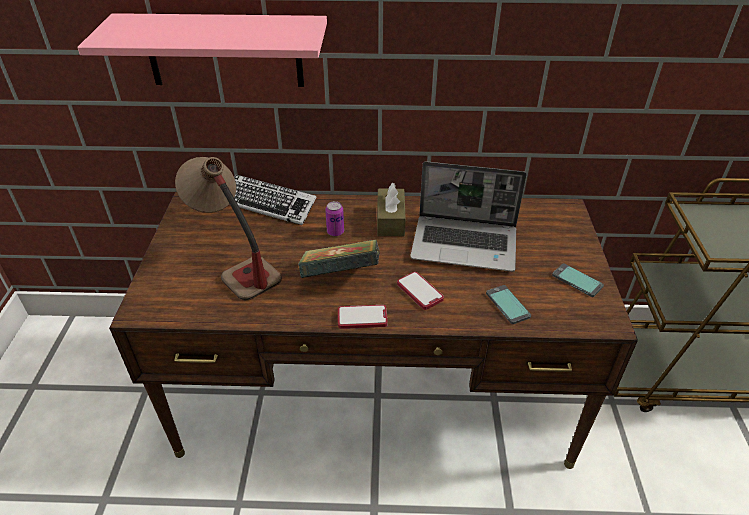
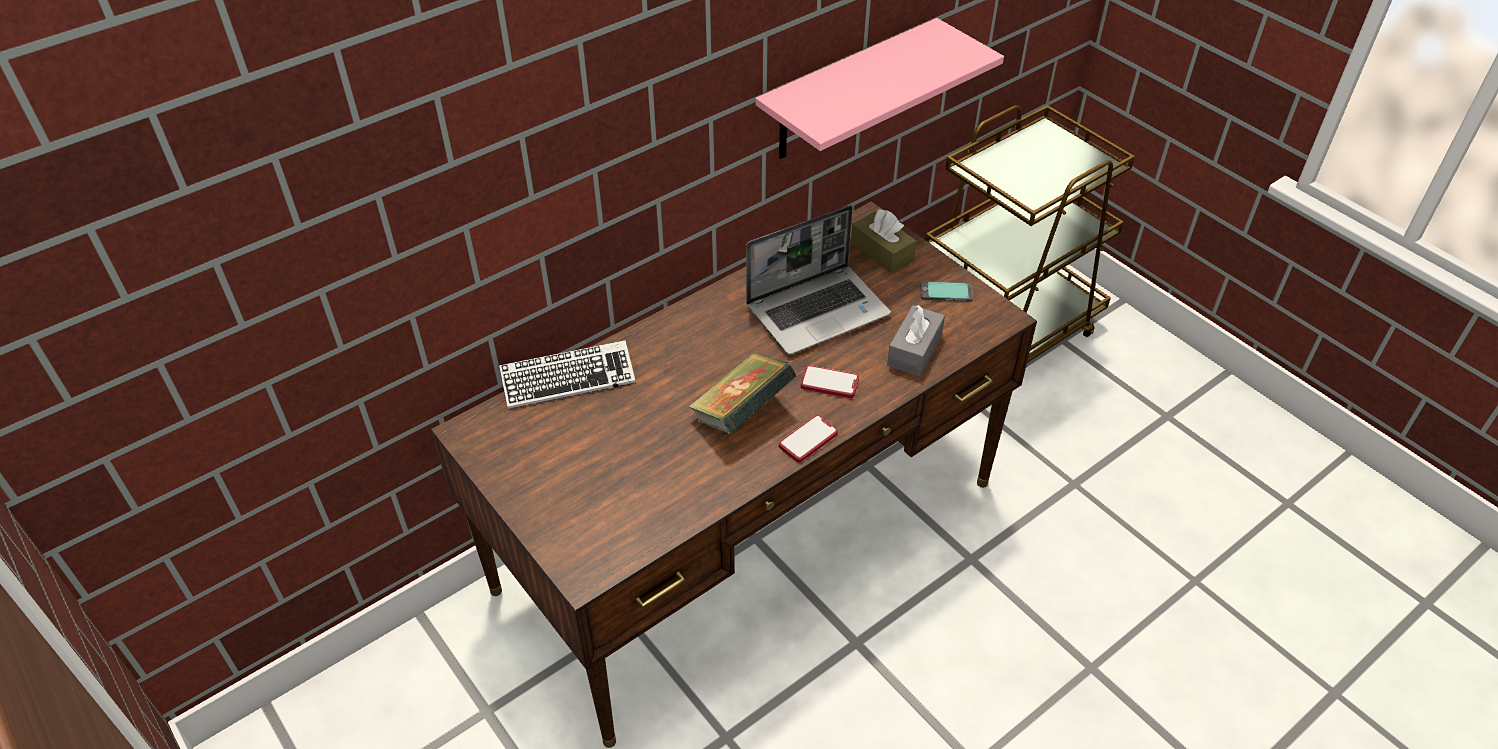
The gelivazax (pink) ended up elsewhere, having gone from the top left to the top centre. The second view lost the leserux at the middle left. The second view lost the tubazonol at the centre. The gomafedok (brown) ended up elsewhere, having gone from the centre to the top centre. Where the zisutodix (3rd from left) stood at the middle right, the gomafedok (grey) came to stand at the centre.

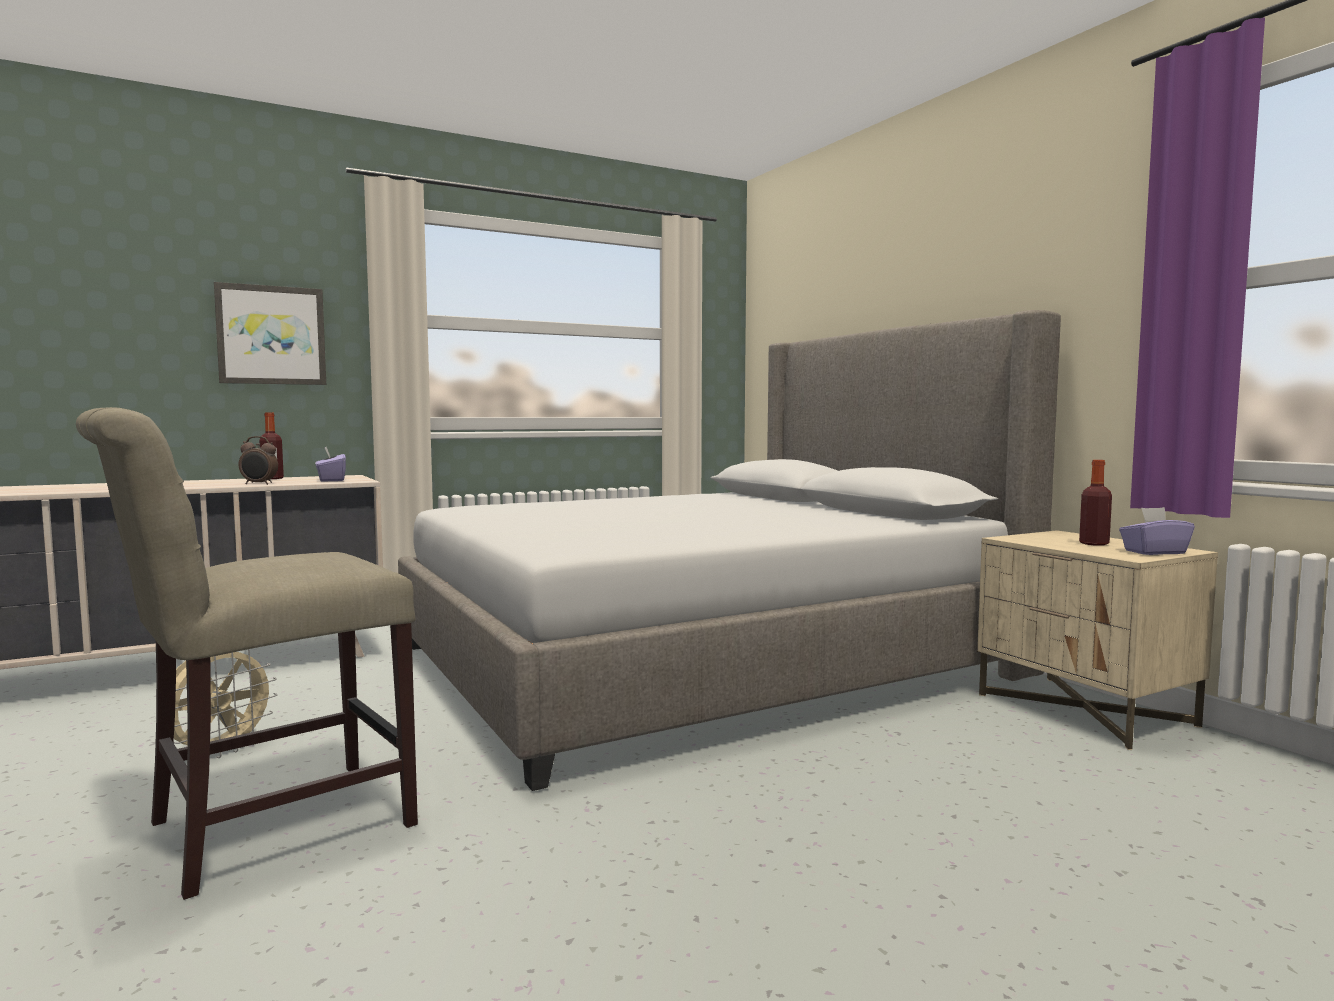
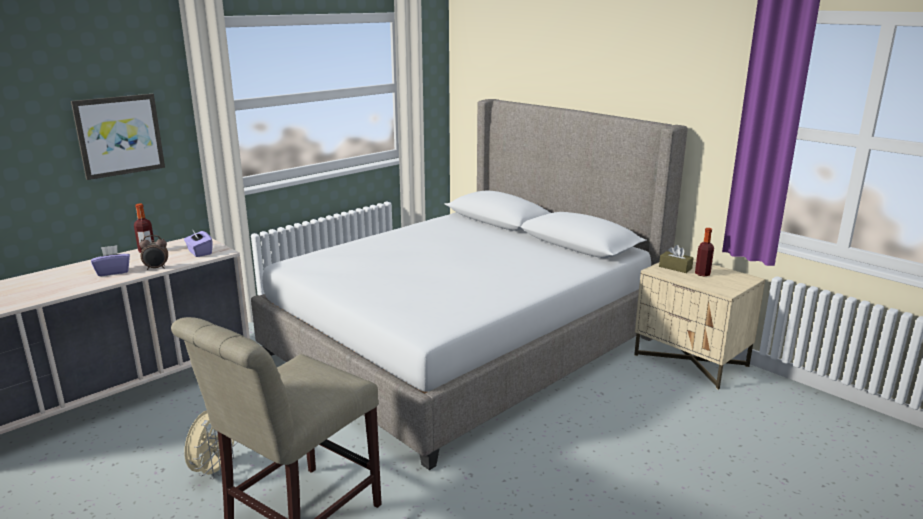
The gomafedok (purple) (2nd from left in the first image) ended up elsewhere, having gone from the middle right to the middle left. The second view gained the gomafedok (brown) at the middle right.

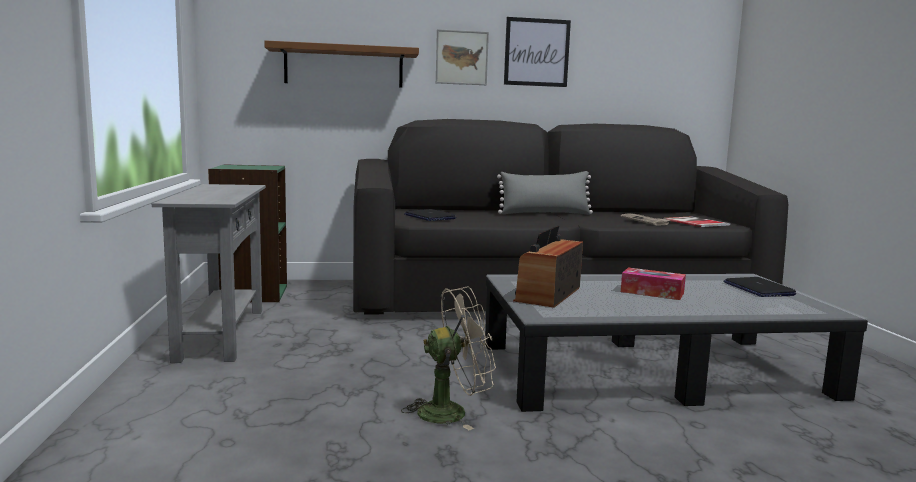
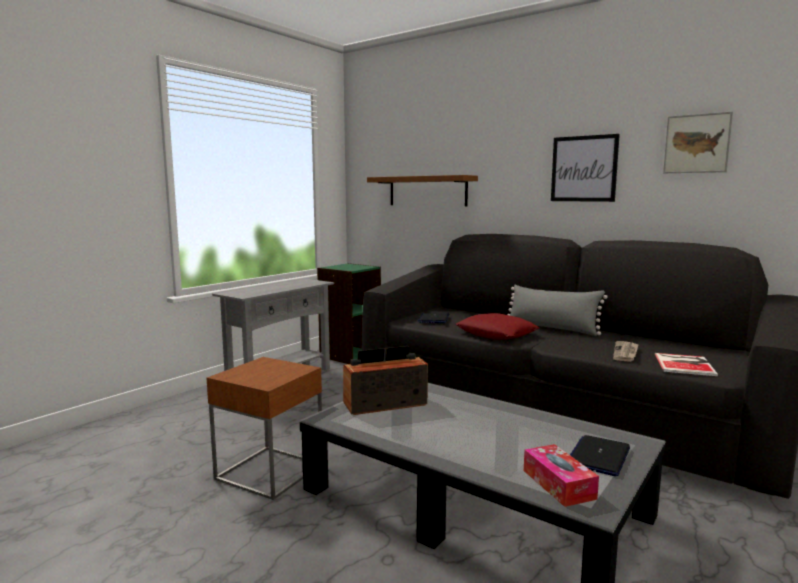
Where the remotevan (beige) stood at the bottom centre, the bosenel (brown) came to stand at the bottom left. The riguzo (1st from left in the first image) ended up elsewhere, having gone from the top centre to the top right. The gomafedok ended up elsewhere, having gone from the middle right to the bottom right. The second view gained the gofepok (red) at the centre.

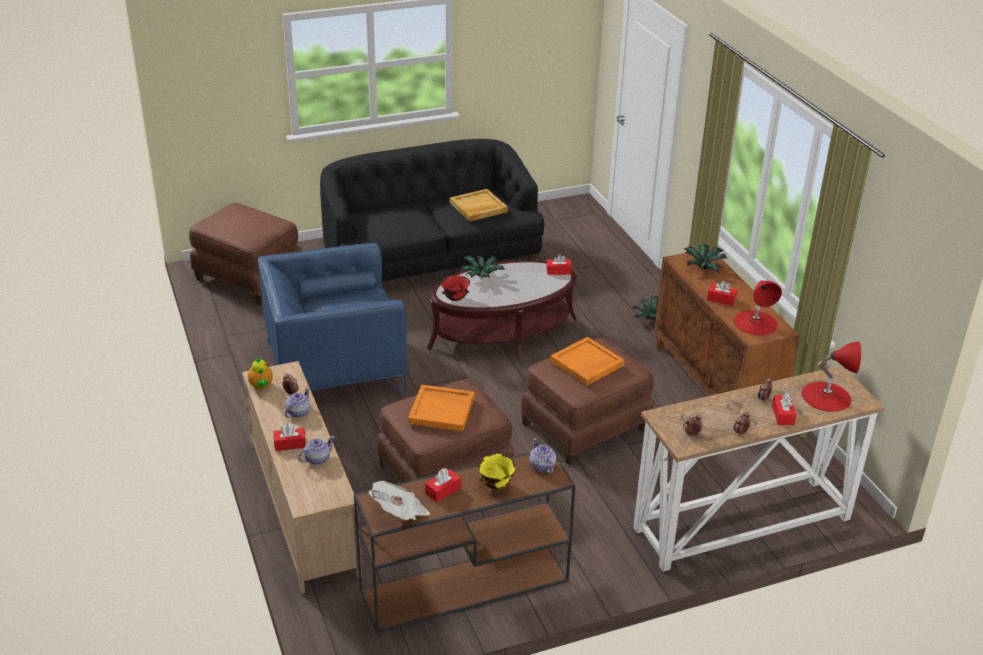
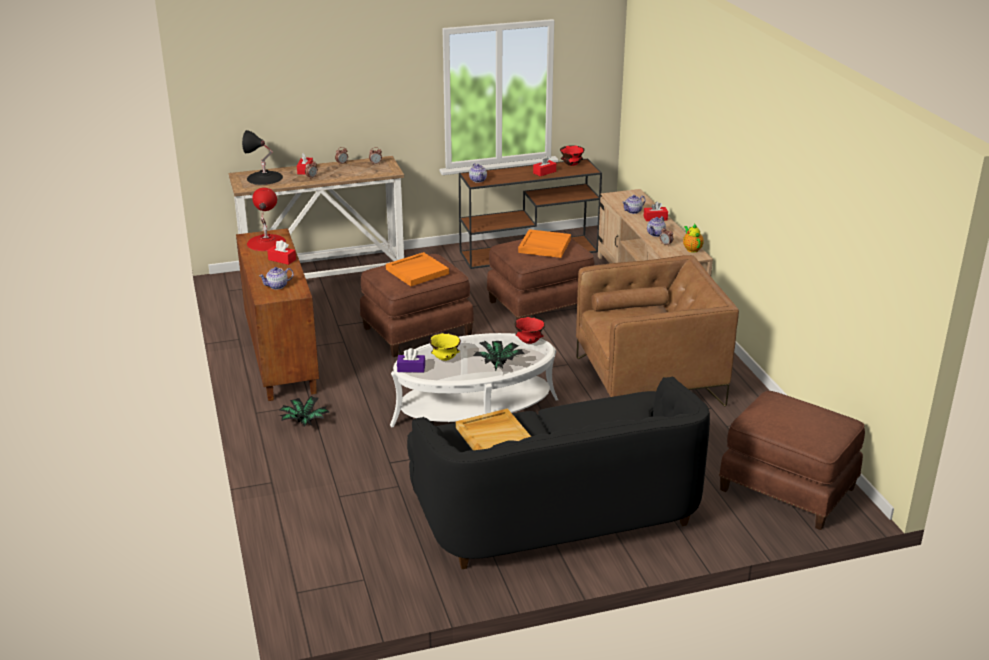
What was the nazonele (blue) at the centre turned into the nazonele (brown) at the centre. Where the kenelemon stood at the bottom centre, the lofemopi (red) (2nd from left) came to stand at the top centre. What was the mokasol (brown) at the centre turned into the mokasol (white) at the centre. The lofemopi (yellow) ended up elsewhere, having gone from the bottom centre to the centre. What was the gomafedok (red) (3rd from left) at the centre turned into the gomafedok (purple) at the centre. Where the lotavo (3rd from left) stood at the middle right, the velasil (1st from left) came to stand at the middle left. What was the leserux (red) (2nd from left) at the middle right turned into the leserux (black) at the top left.

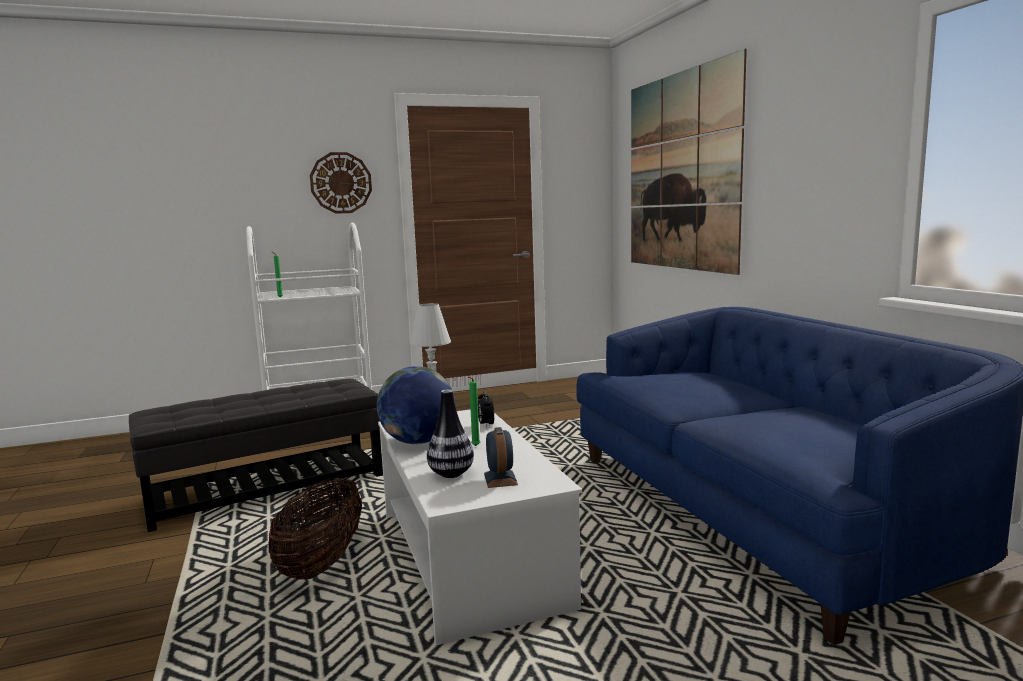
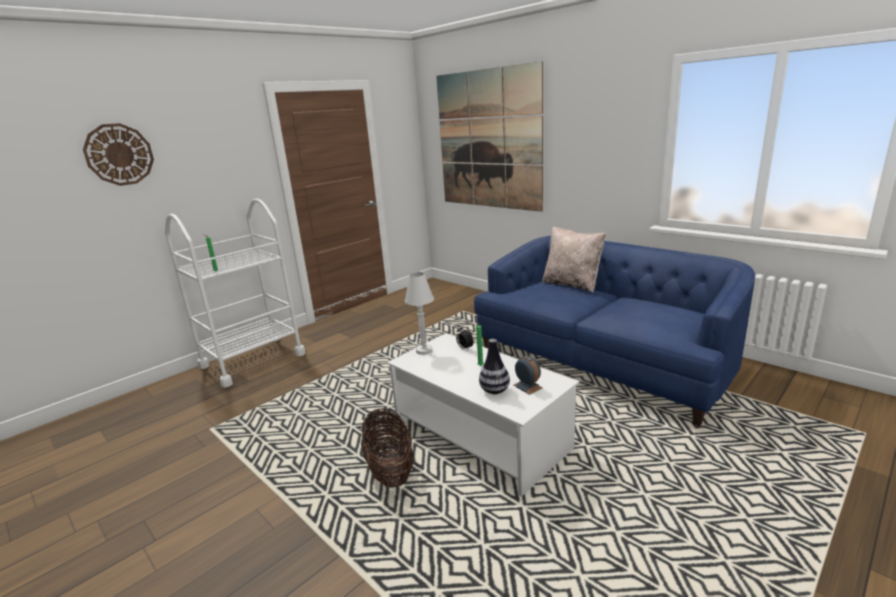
The second view lost the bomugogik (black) at the bottom left. The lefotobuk ended up elsewhere, having gone from the top centre to the top left. The second view lost the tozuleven at the centre. The second view gained the gofepok (beige) at the centre.

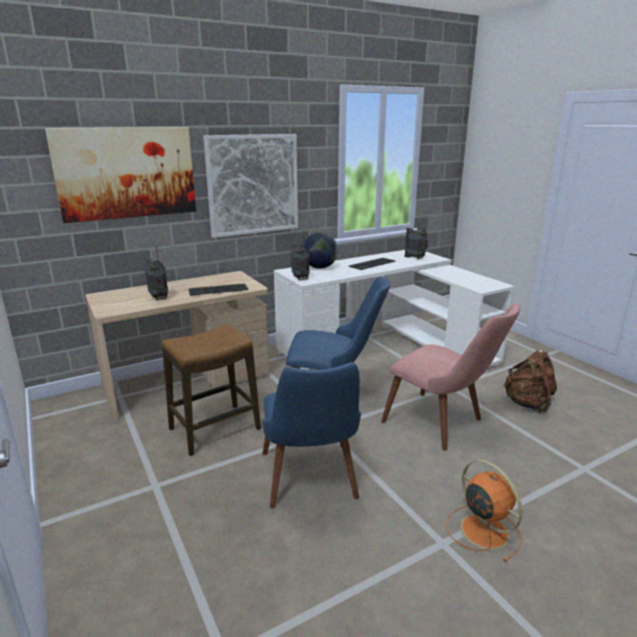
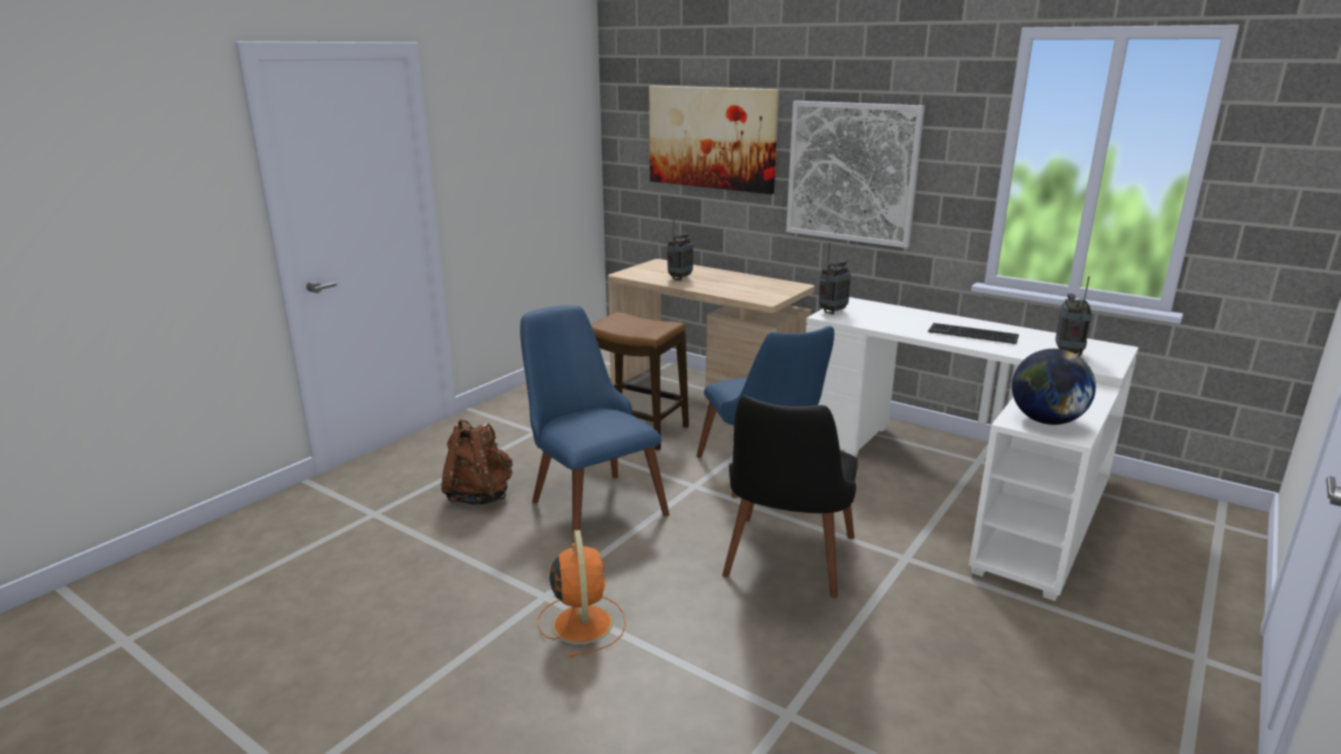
The second view lost the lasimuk (1st from left) at the centre. The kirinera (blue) (1st from left) at the bottom centre ended up facing another way, 90 degrees clockwise from before. The tozuleven ended up elsewhere, having gone from the centre to the middle right. What was the kirinera (pink) at the middle right turned into the kirinera (black) at the centre. The remotevan (orange) at the bottom right ended up facing another way, 45 degrees counterclockwise from before. The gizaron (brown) ended up elsewhere, having gone from the middle right to the centre.

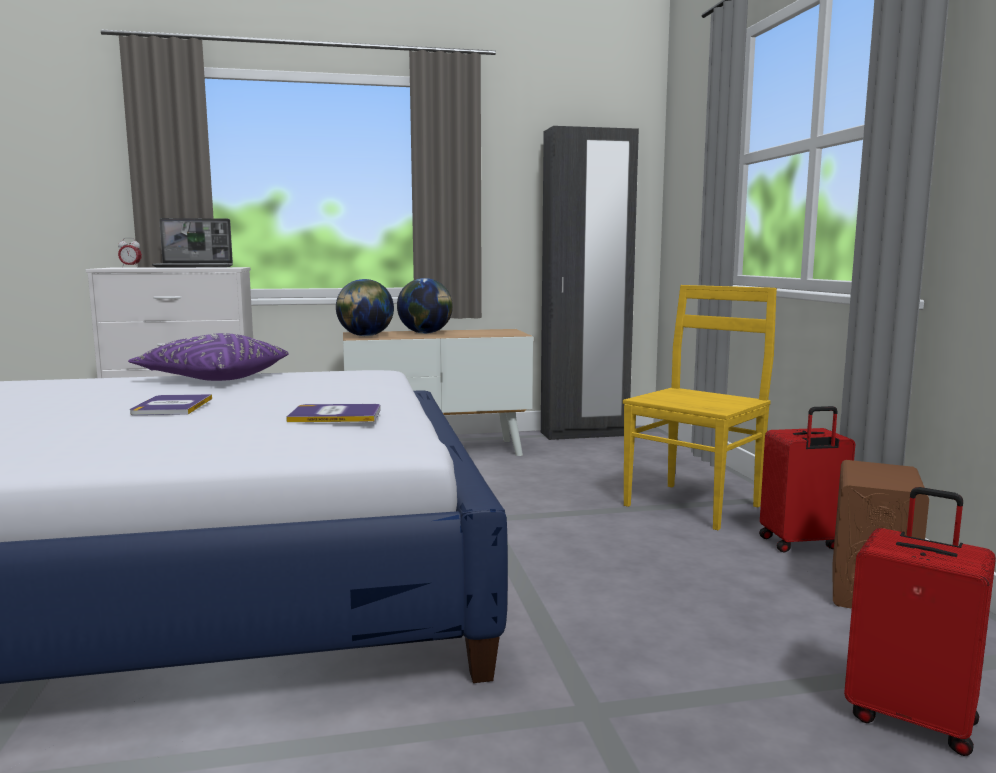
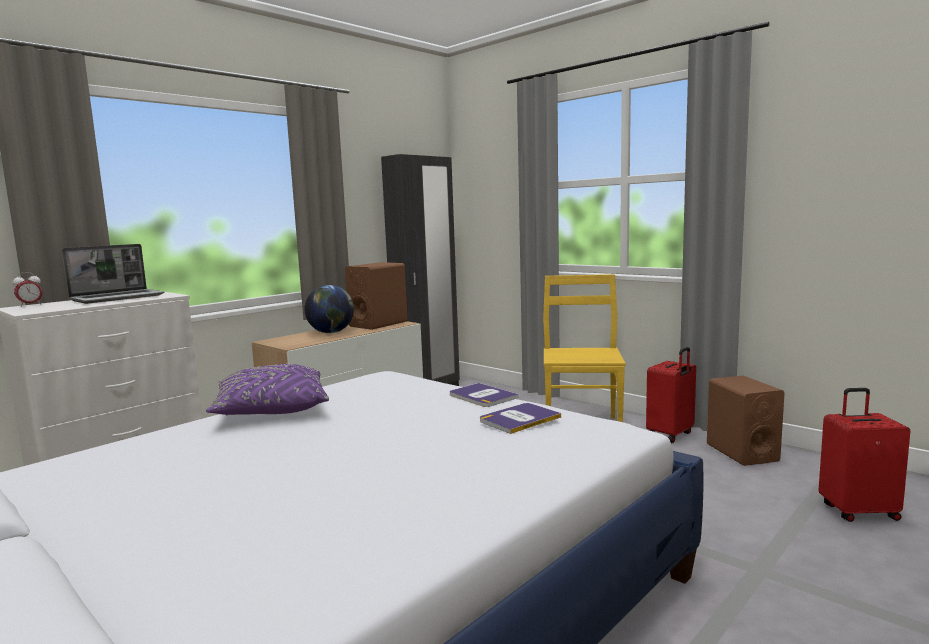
The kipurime (1st from left) ended up elsewhere, having gone from the middle left to the centre. The second view lost the tozuleven (1st from left) at the centre. The second view gained the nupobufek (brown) (1st from left) at the centre.

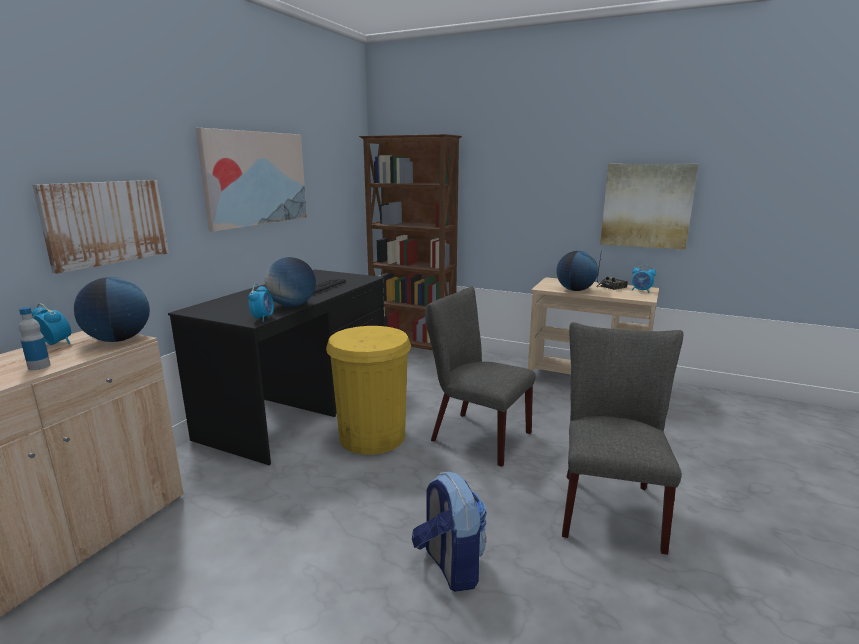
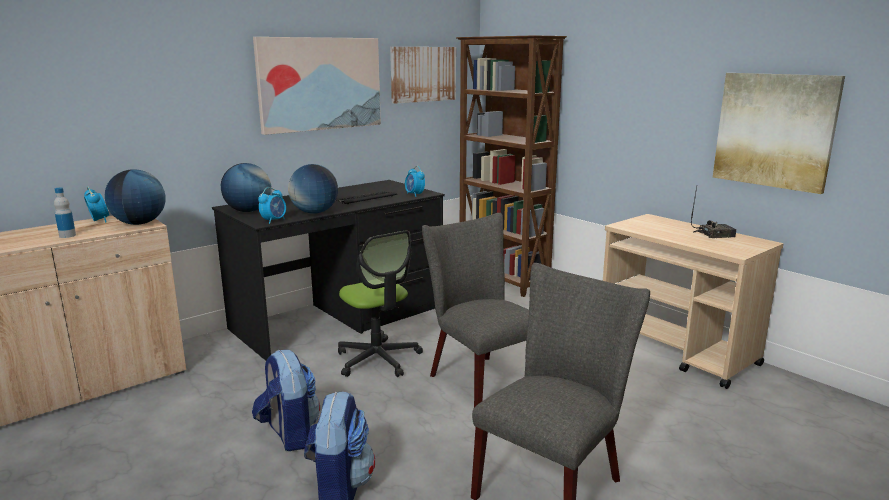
The riguzo (1st from left in the first image) ended up elsewhere, having gone from the middle left to the top centre. Where the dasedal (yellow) stood at the centre, the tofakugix came to stand at the centre. The tozuleven (3rd from left in the first image) ended up elsewhere, having gone from the middle right to the middle left. The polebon (3rd from left) ended up elsewhere, having gone from the middle right to the centre. The second view gained the gizaron (1st from left) at the bottom left.

